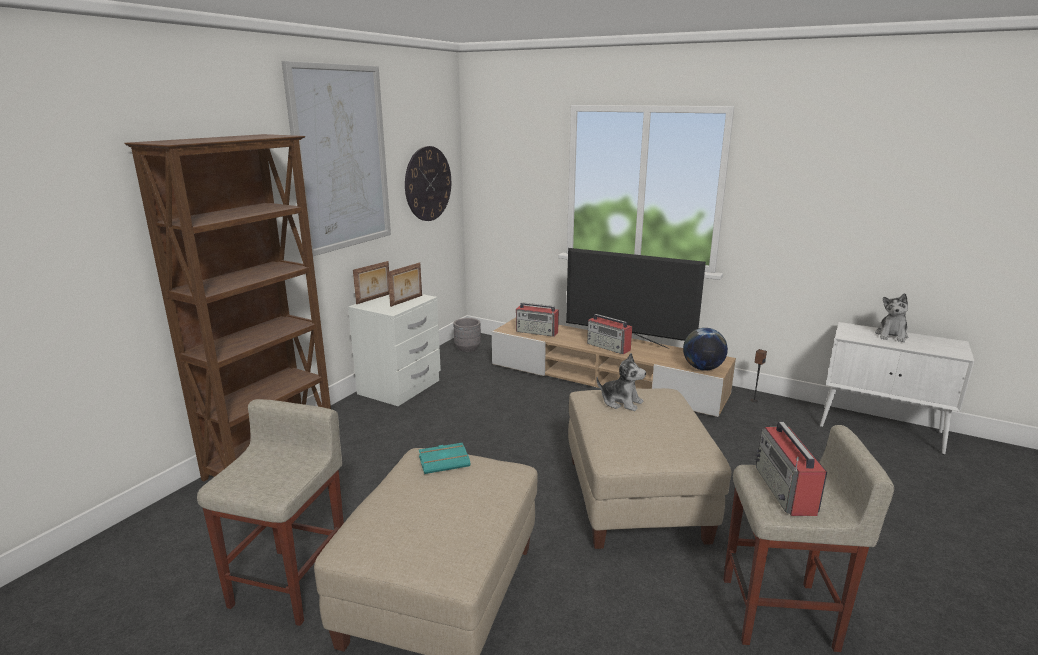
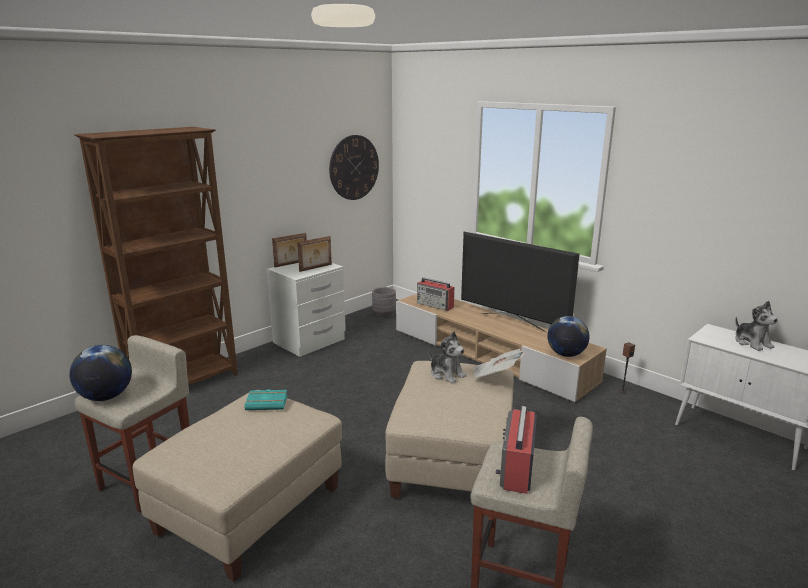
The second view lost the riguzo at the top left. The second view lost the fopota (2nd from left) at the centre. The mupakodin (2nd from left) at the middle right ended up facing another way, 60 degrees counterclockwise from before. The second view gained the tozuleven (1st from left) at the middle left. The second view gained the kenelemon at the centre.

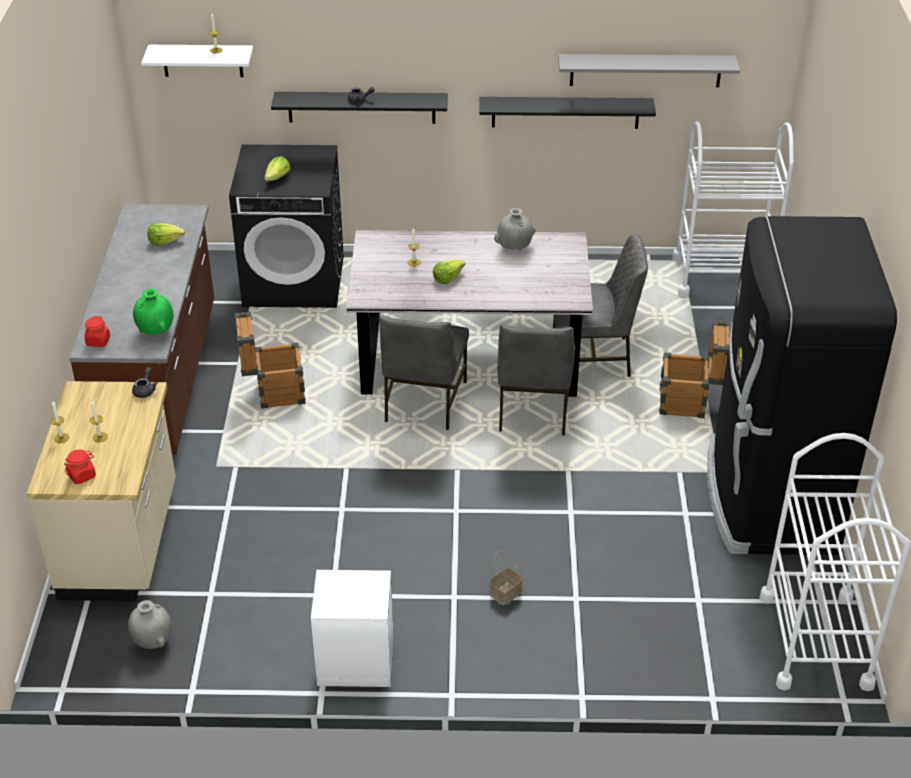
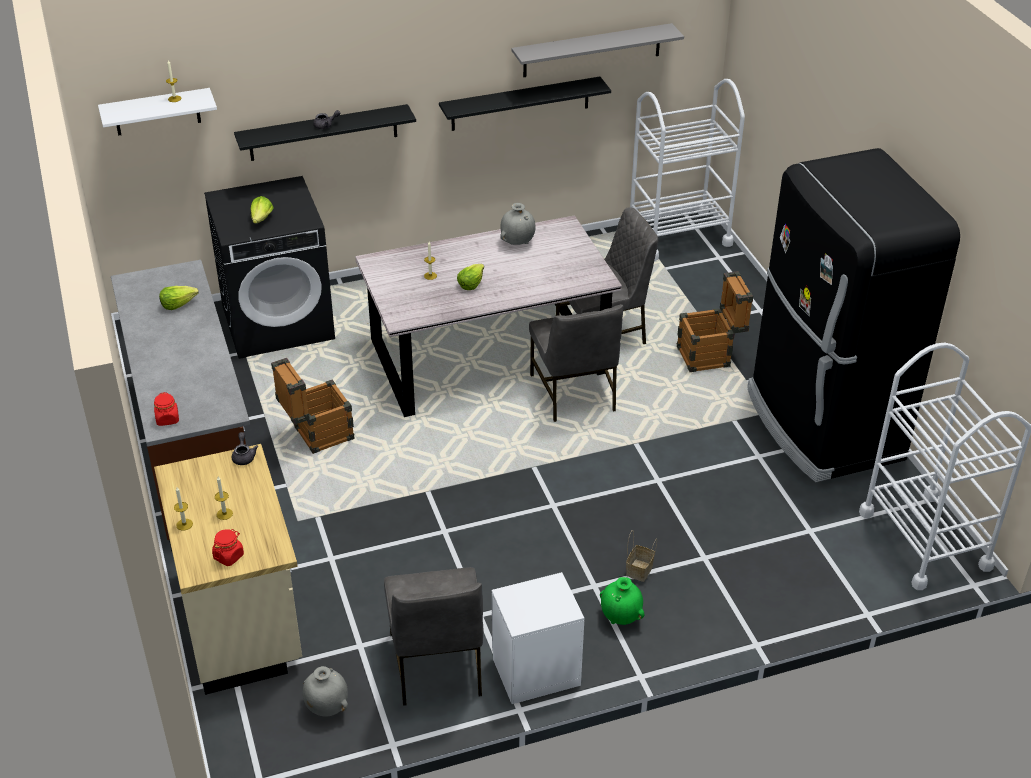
The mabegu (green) ended up elsewhere, having gone from the middle left to the bottom centre. The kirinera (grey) (1st from left) ended up elsewhere, having gone from the centre to the bottom centre.

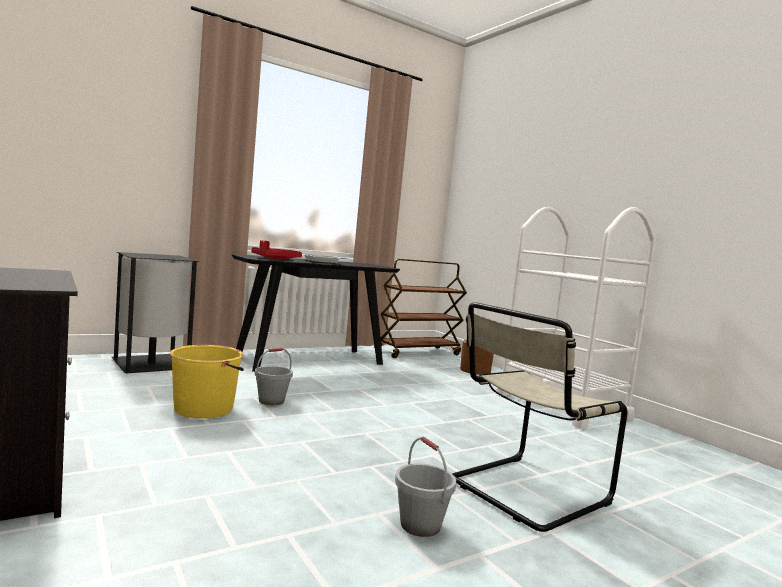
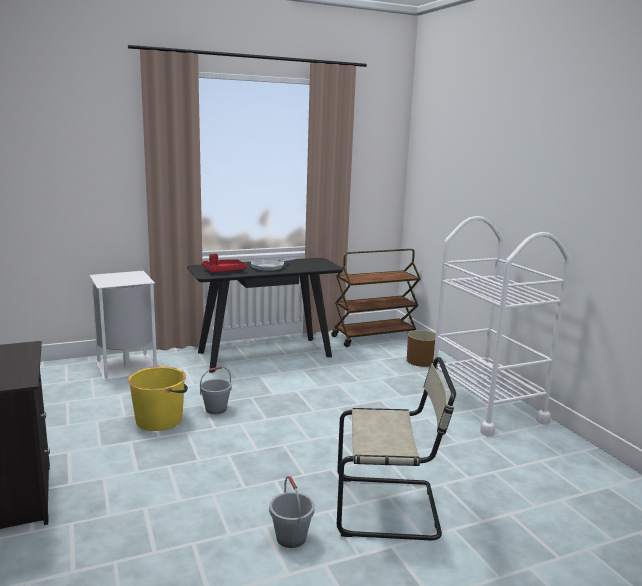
What was the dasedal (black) at the middle left turned into the dasedal (white) at the middle left. The kirinera (beige) at the bottom right ended up facing another way, 150 degrees counterclockwise from before.

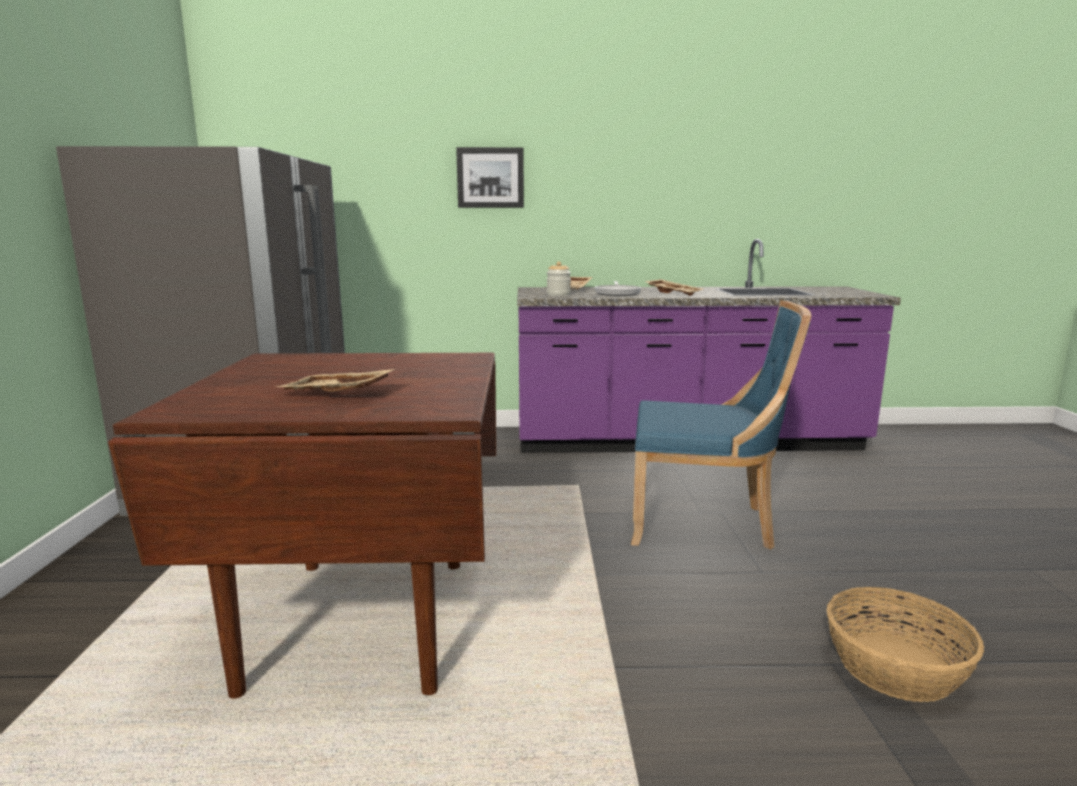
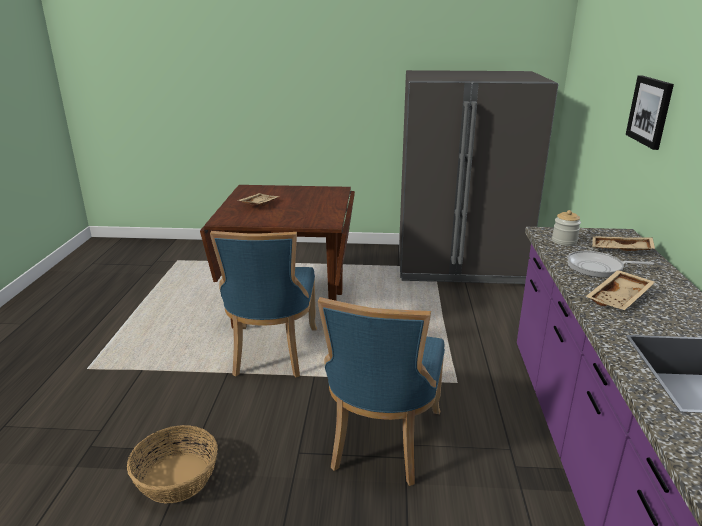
The second view gained the kirinera (blue) (1st from left) at the centre.

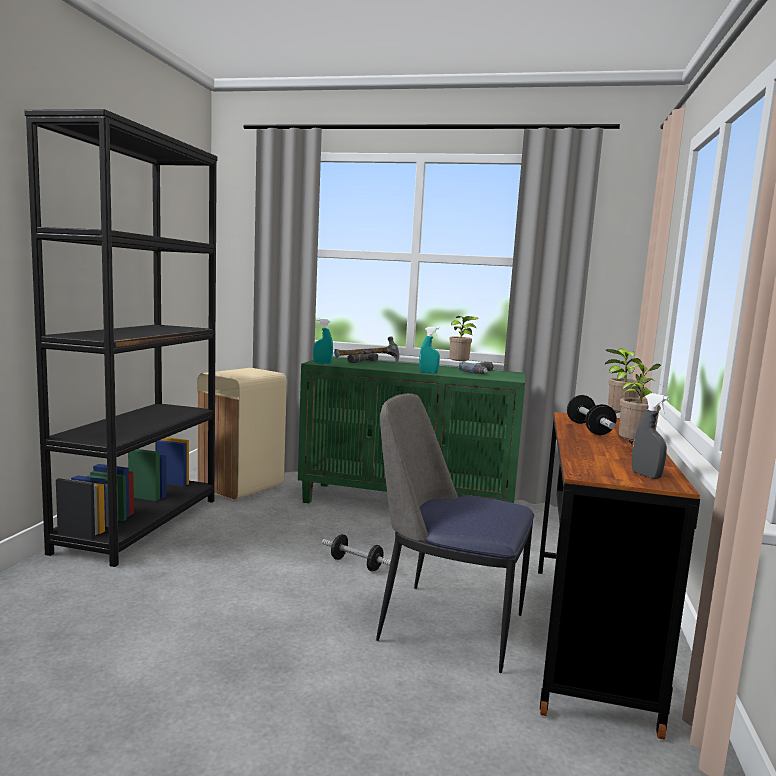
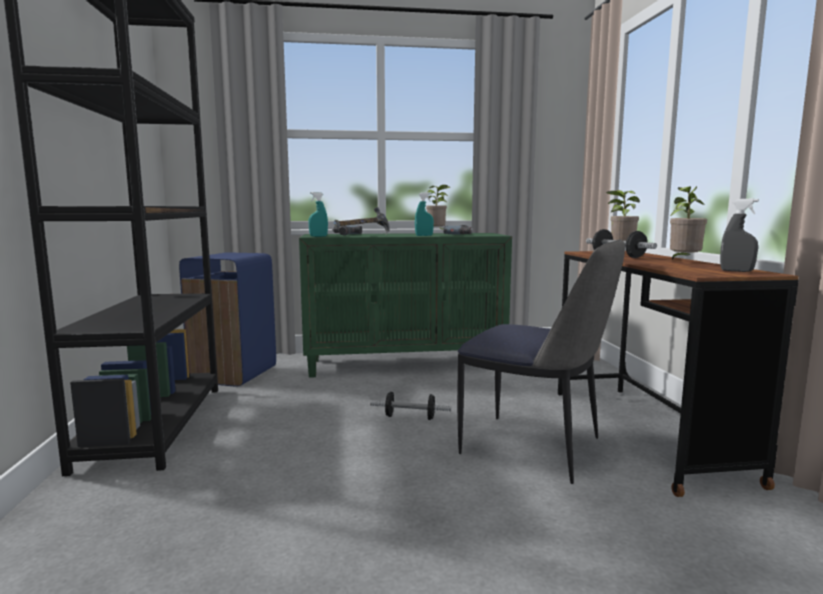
What was the dasedal (beige) at the middle left turned into the dasedal (blue) at the middle left. The kirinera at the bottom centre ended up facing another way, 150 degrees counterclockwise from before.

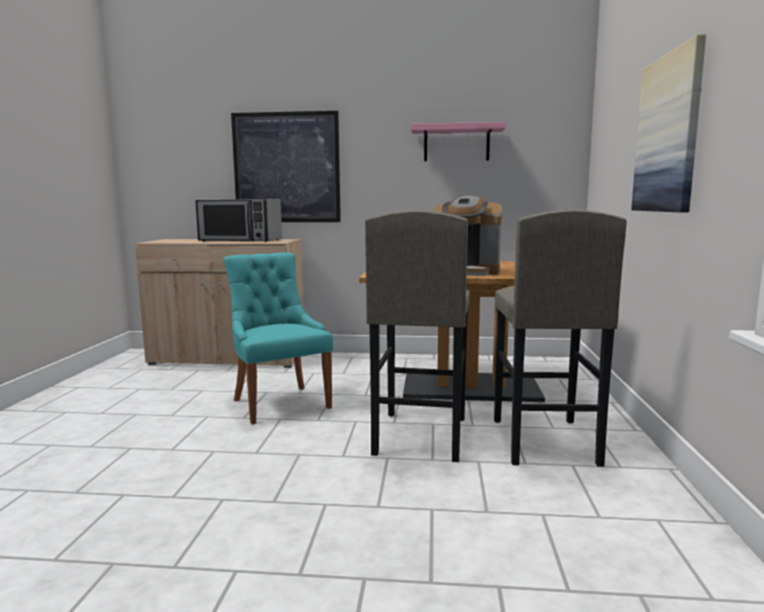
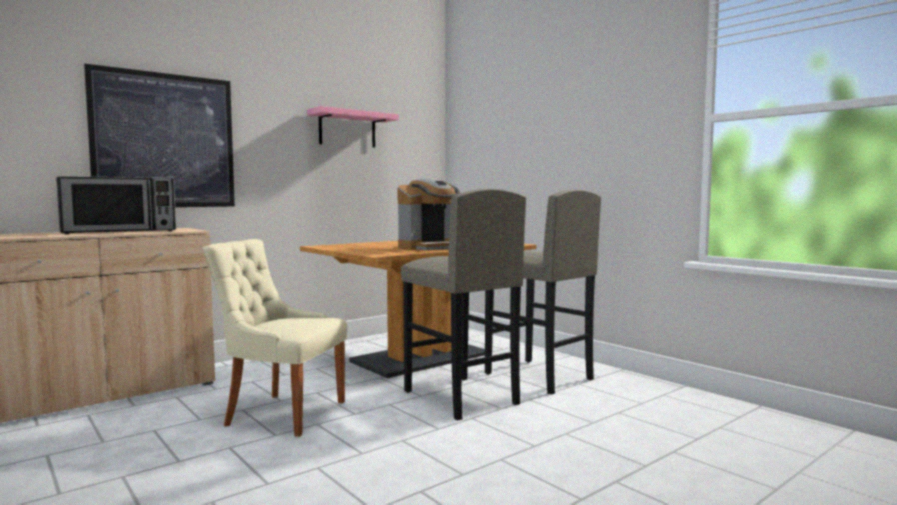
What was the kirinera (turquoise) at the centre turned into the kirinera (beige) at the bottom left. The second view lost the riguzo (2nd from left) at the top right.

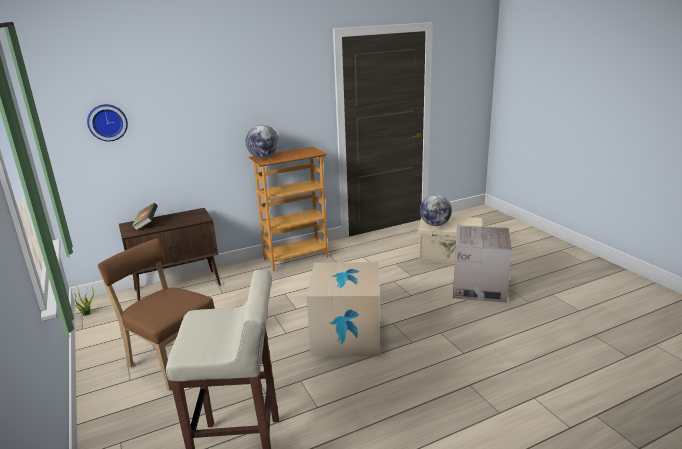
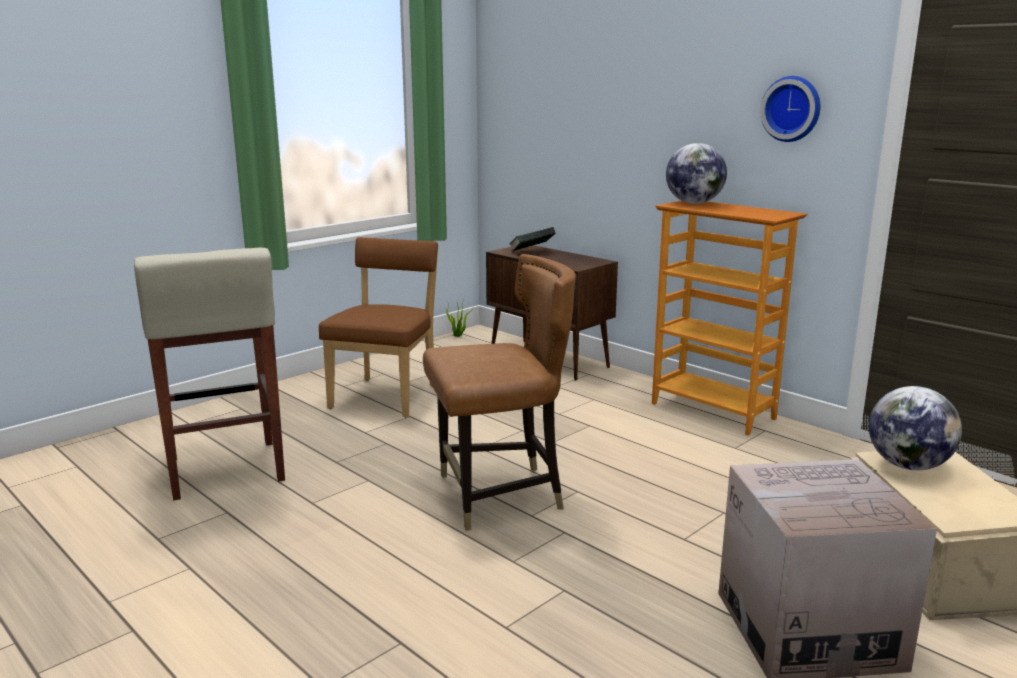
The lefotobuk ended up elsewhere, having gone from the top left to the top right. Where the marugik (1st from left) stood at the bottom centre, the kirinera (brown) (2nd from left) came to stand at the centre.

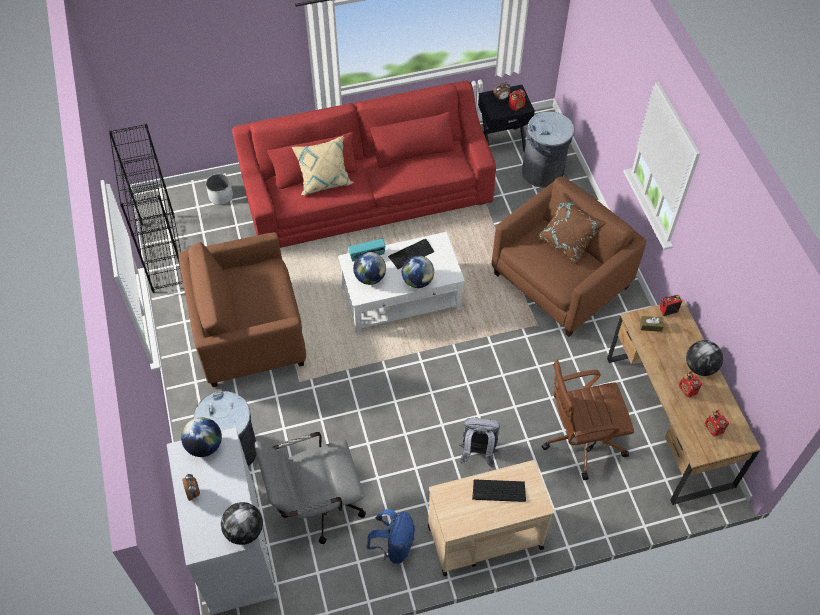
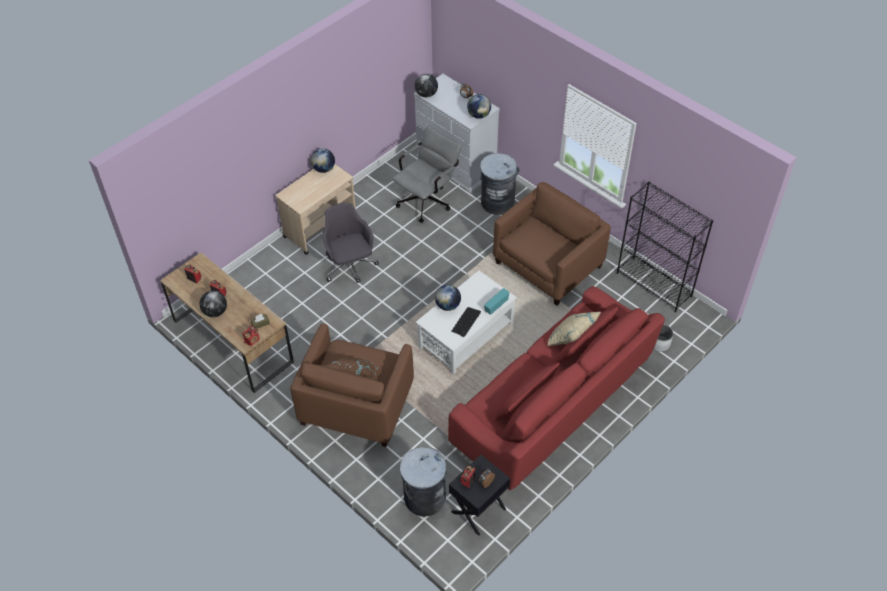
The tozuleven (3rd from left in the first image) ended up elsewhere, having gone from the centre to the top centre. The second view lost the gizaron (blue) at the bottom centre. Where the gizaron (grey) stood at the bottom centre, the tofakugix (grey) (1st from left) came to stand at the centre. The second view lost the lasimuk (2nd from left) at the bottom centre. The second view lost the tofakugix (brown) at the bottom right.

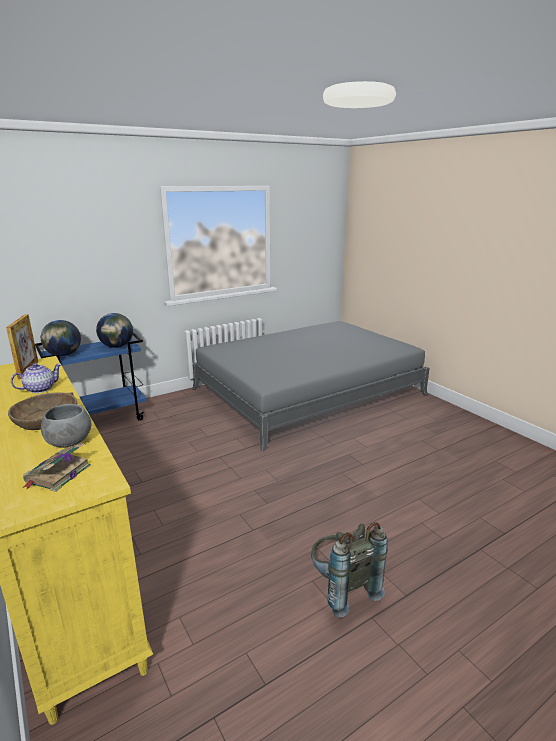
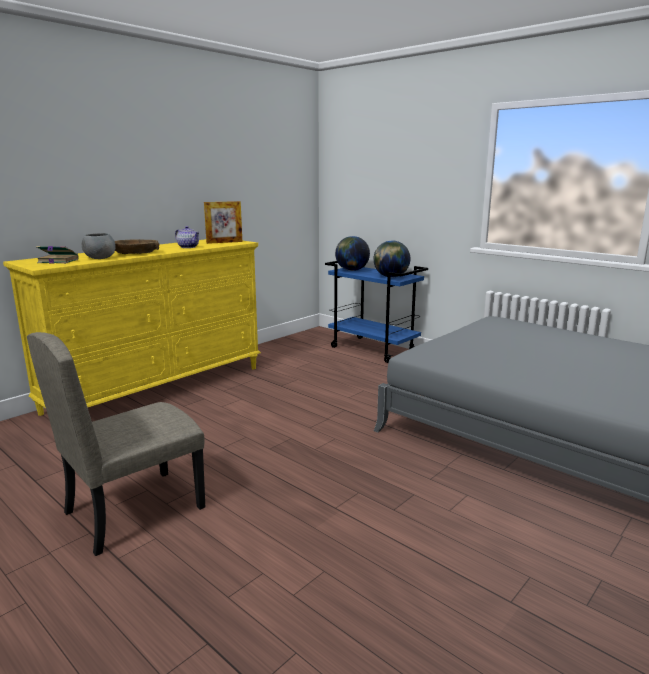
Where the gizaron (grey) stood at the bottom centre, the kirinera (beige) came to stand at the middle left.

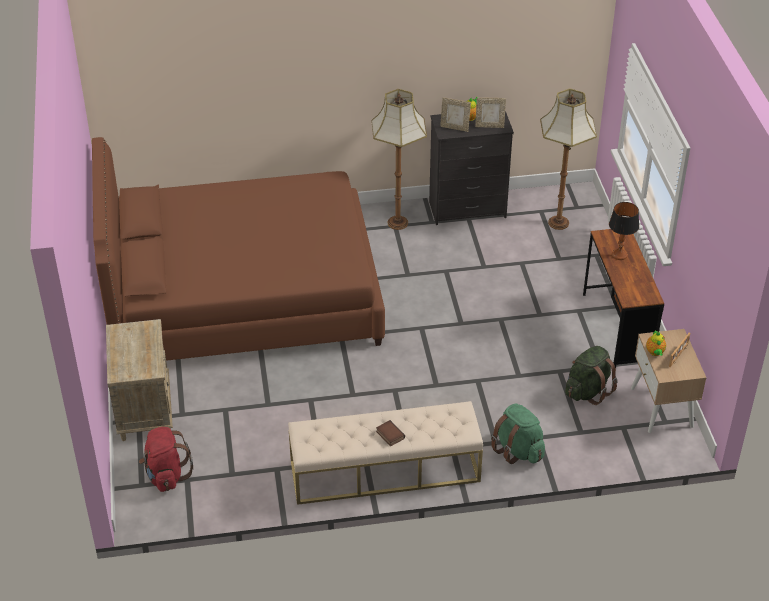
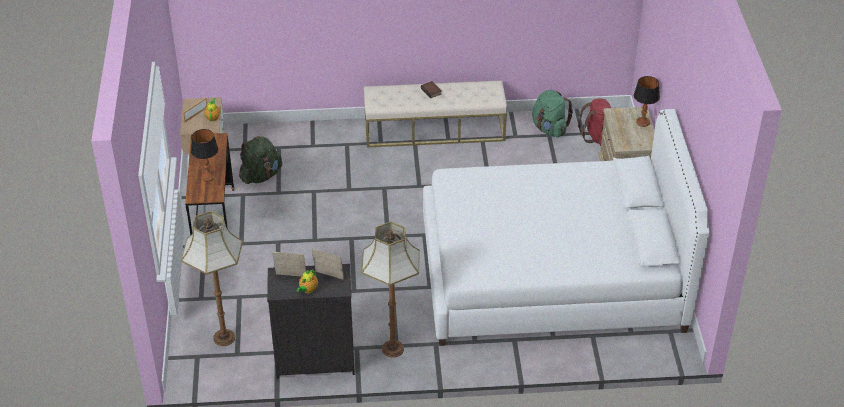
What was the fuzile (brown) at the middle left turned into the fuzile (white) at the middle right. The gizaron (green) (1st from left in the first image) ended up elsewhere, having gone from the bottom right to the top centre. The second view gained the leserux (2nd from left) at the top right.

